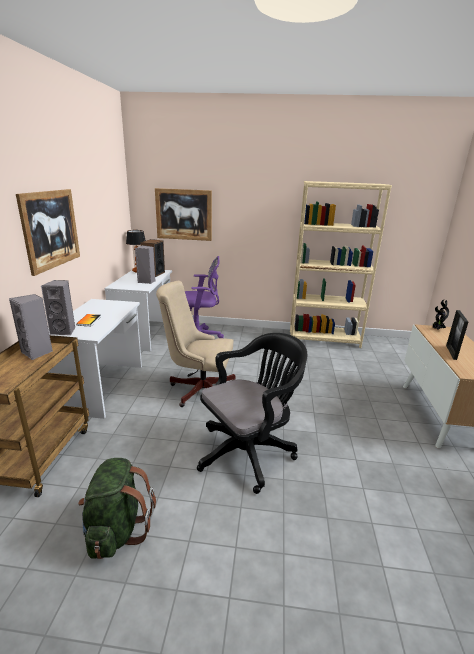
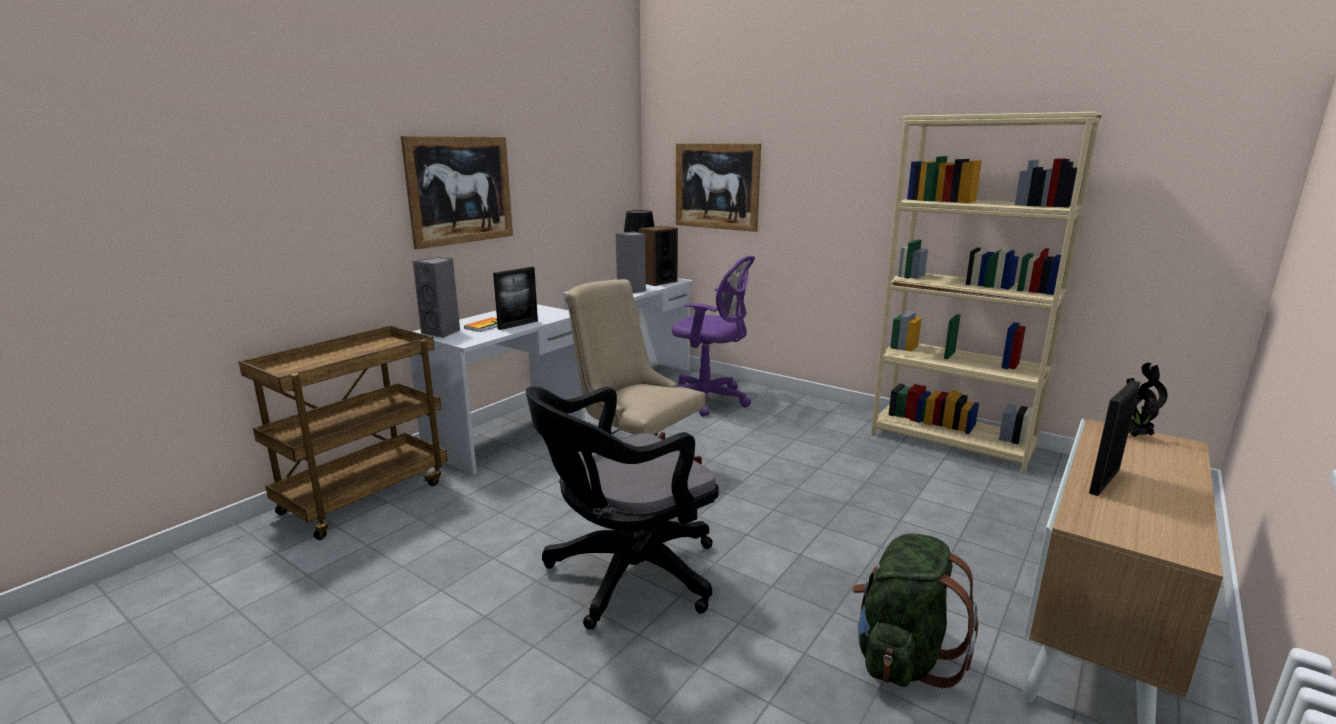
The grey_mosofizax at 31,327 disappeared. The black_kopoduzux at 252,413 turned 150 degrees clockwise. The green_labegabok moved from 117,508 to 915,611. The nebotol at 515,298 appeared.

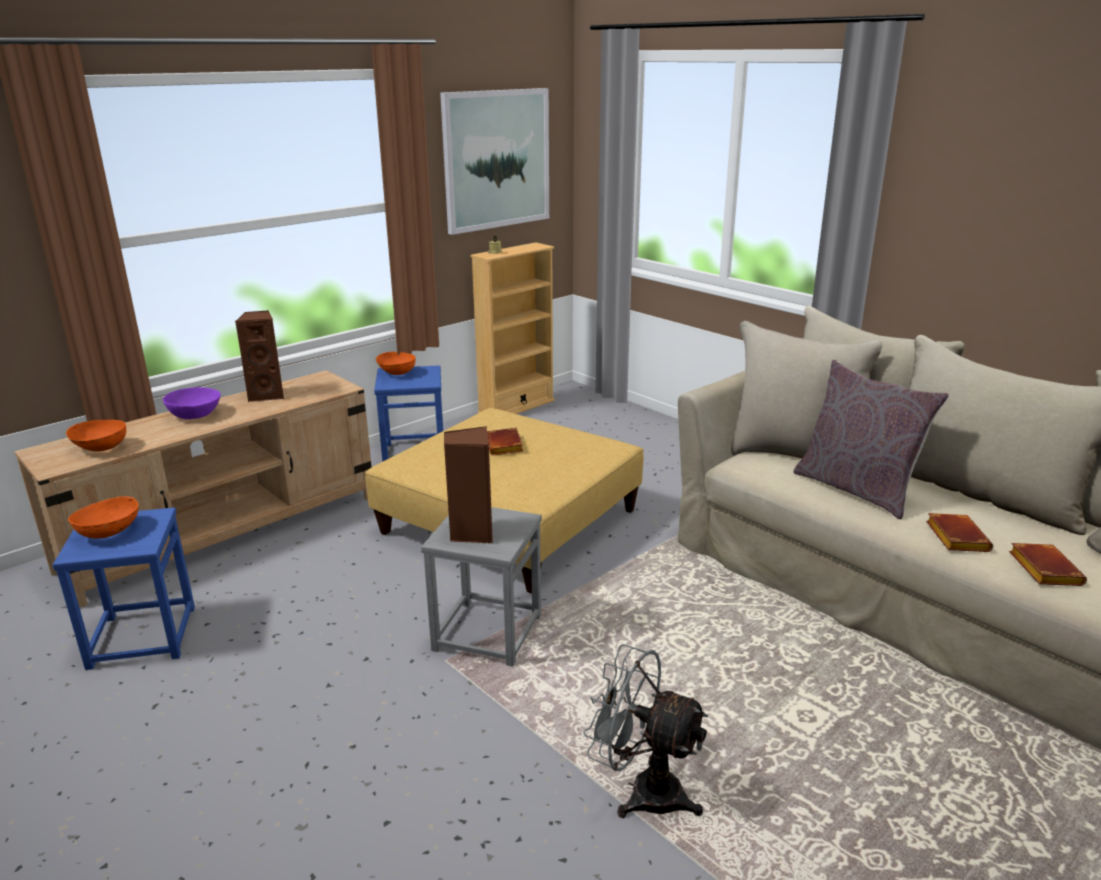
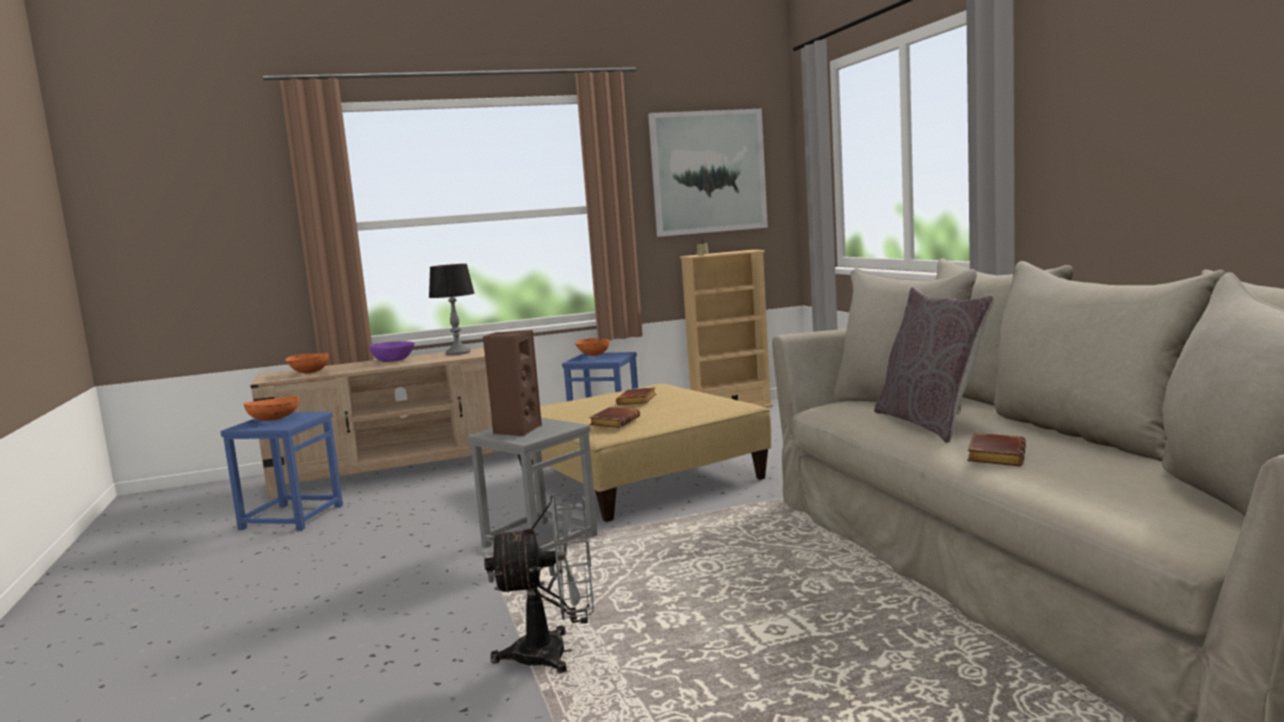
The brown_mosofizax at 259,356 was replaced by the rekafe at 452,309. The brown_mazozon moved from 1048,564 to 614,417. The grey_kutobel at 646,731 turned 120 degrees clockwise.

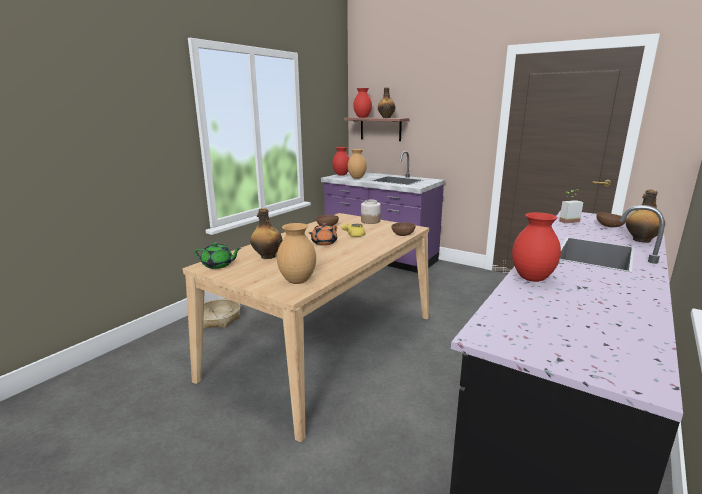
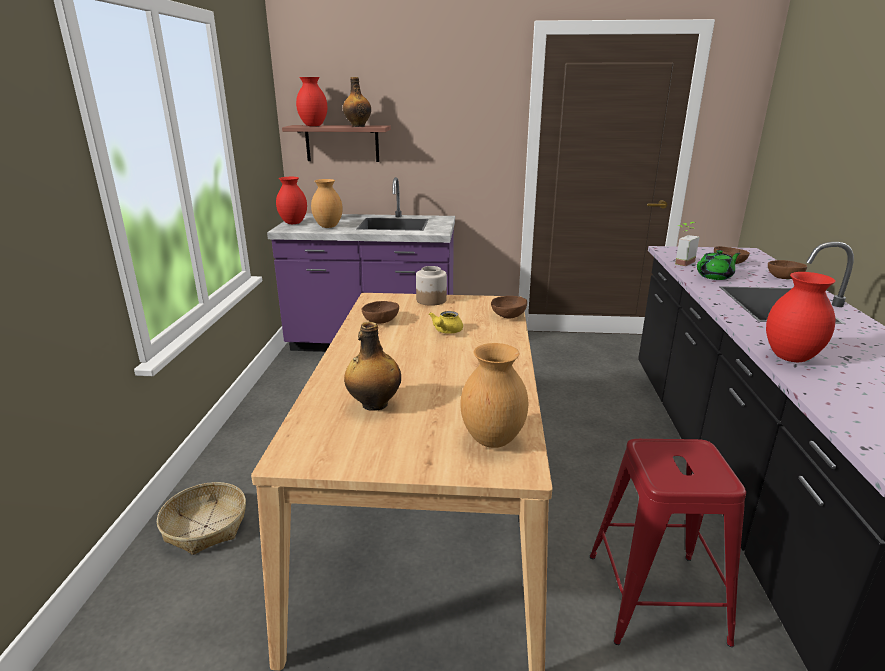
The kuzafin at 645,216 was replaced by the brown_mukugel at 787,269. The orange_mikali at 323,234 disappeared. The green_mikali moved from 217,255 to 718,265. The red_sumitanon at 668,543 appeared.

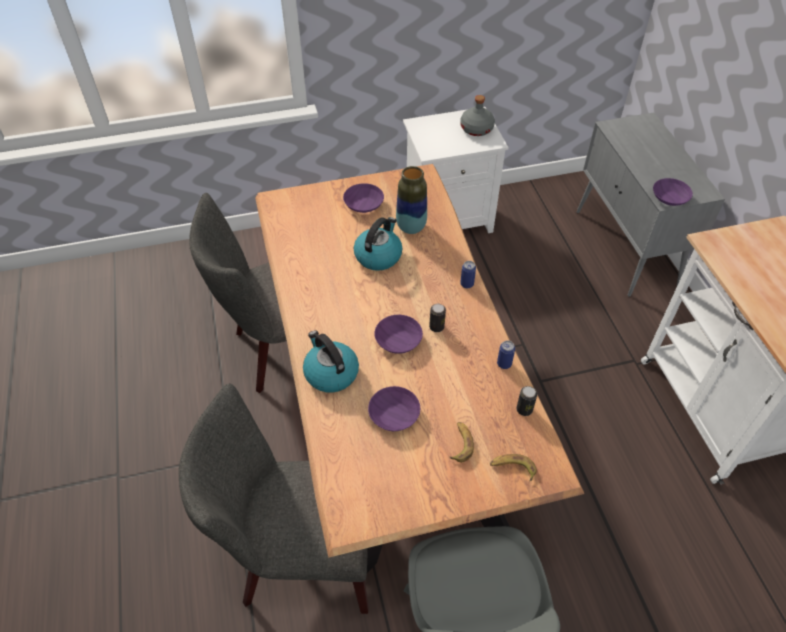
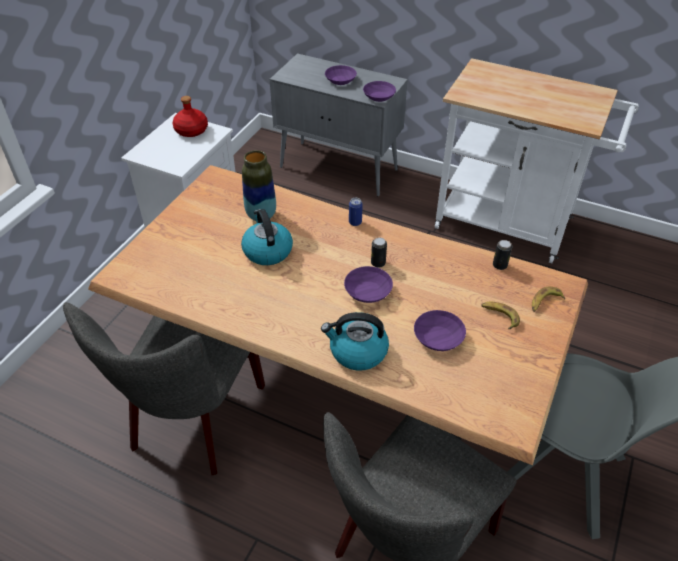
The grey_kuzafin at 477,115 became the red_kuzafin at 190,116. The purple_mukugel moved from 363,198 to 341,75. The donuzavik at 506,354 disappeared.

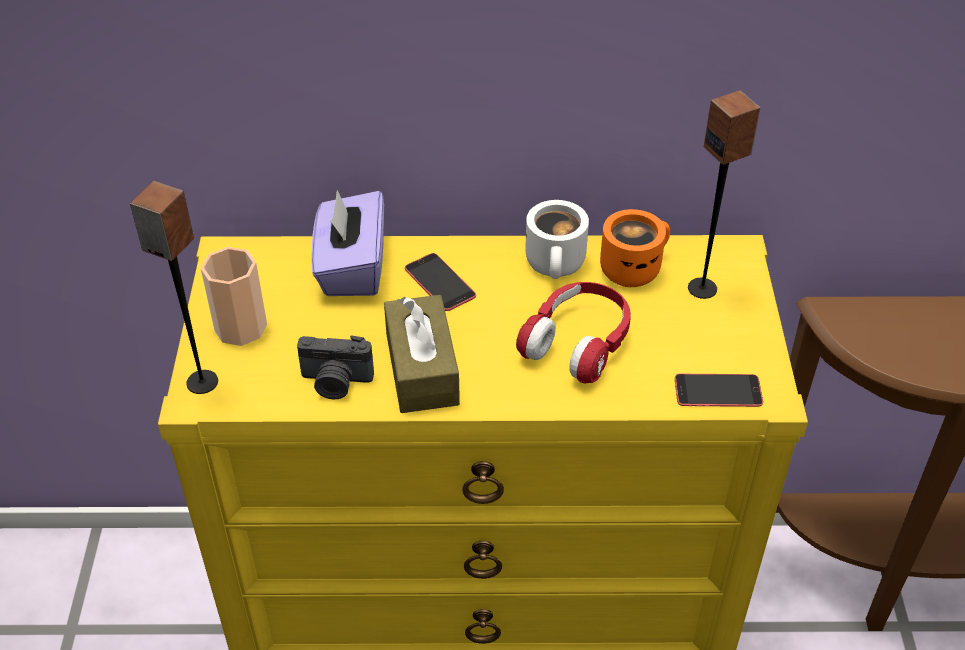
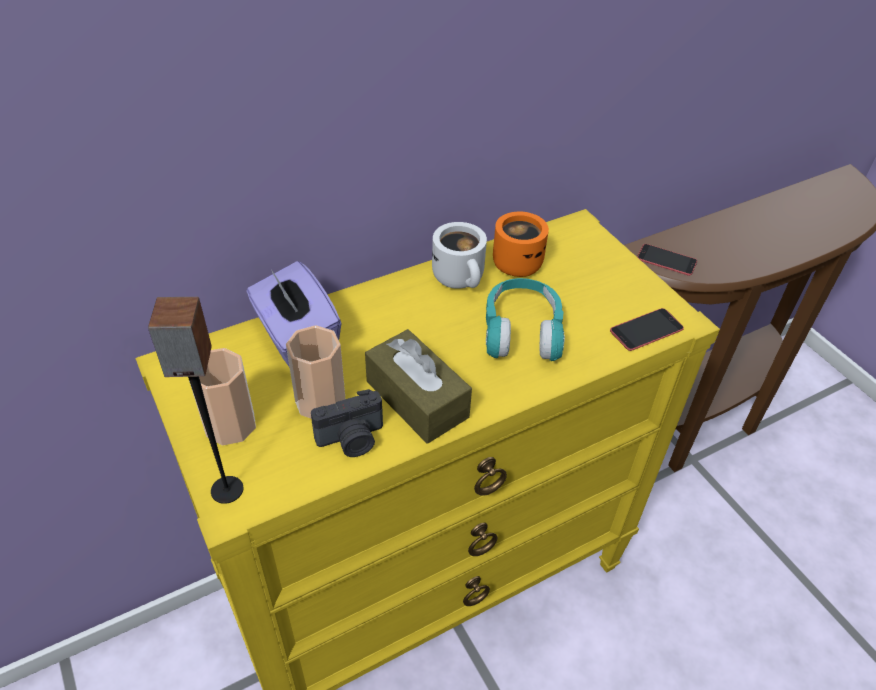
The mosofizax at 724,194 disappeared. The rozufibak moved from 440,282 to 667,260. The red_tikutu at 573,332 became the turquoise_tikutu at 525,319. The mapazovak at 315,372 appeared.

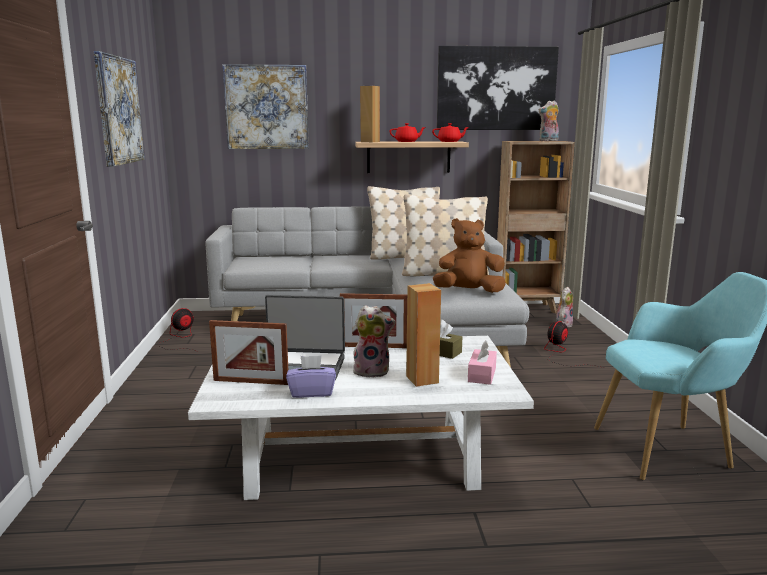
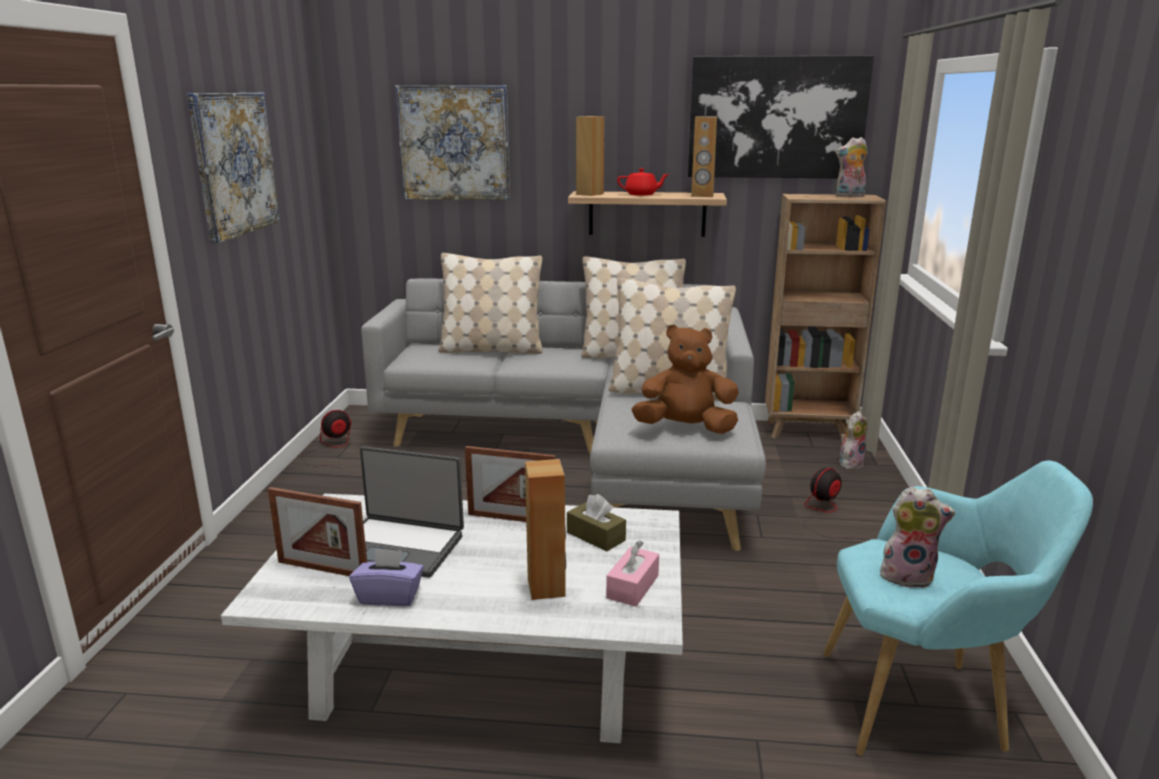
The red_mikali at 450,132 was replaced by the brown_mosofizax at 704,156. The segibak moved from 374,341 to 917,537. The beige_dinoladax at 490,303 appeared.

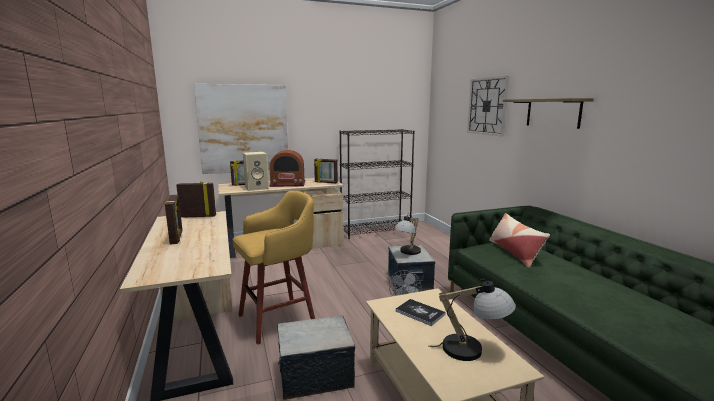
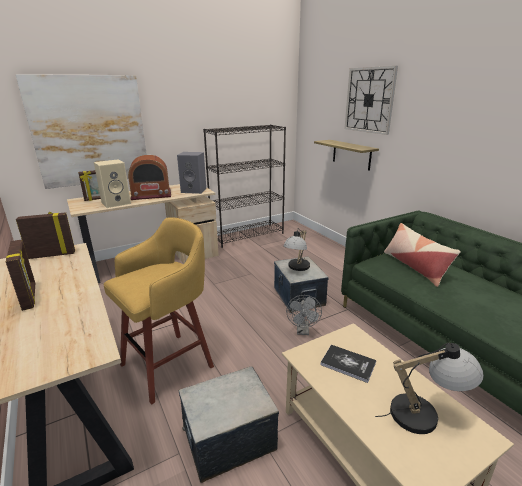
The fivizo moved from 548,113 to 346,155. The nebotol at 326,170 was replaced by the grey_mosofizax at 191,173.

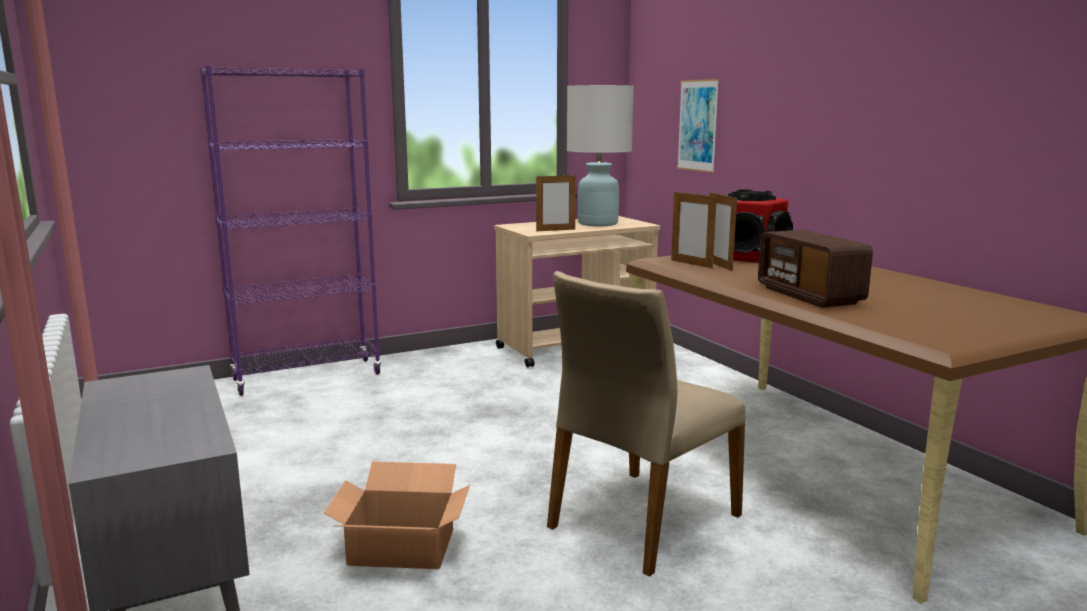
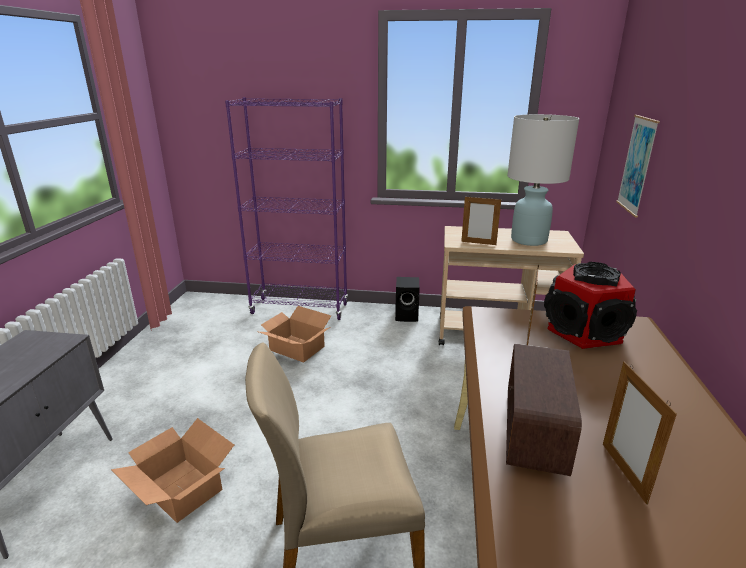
The nebotol moved from 694,229 to 640,433. The black_mosofizax at 407,299 appeared. The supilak at 295,334 appeared.

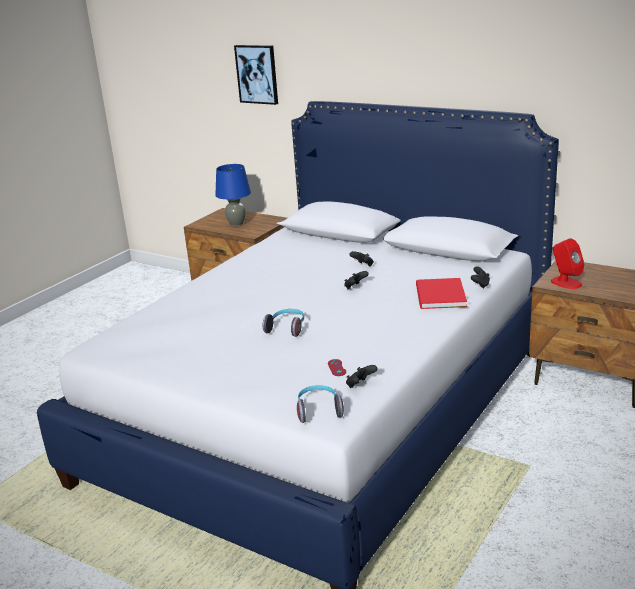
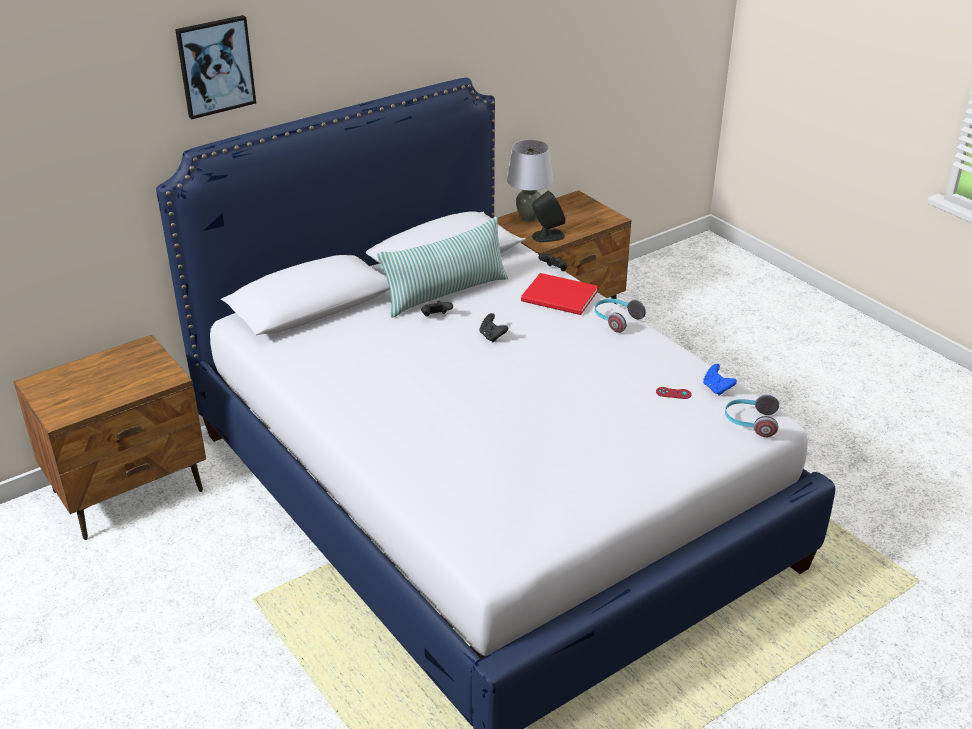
The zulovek moved from 256,75 to 215,67. The blue_rekafe at 233,195 disappeared. The red_mosofizax at 567,264 became the black_mosofizax at 548,216. The tikutu moved from 283,323 to 620,316. The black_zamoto at 361,376 became the blue_zamoto at 720,380. The grey_rekafe at 530,181 appeared. The dinoladax at 442,267 appeared.

